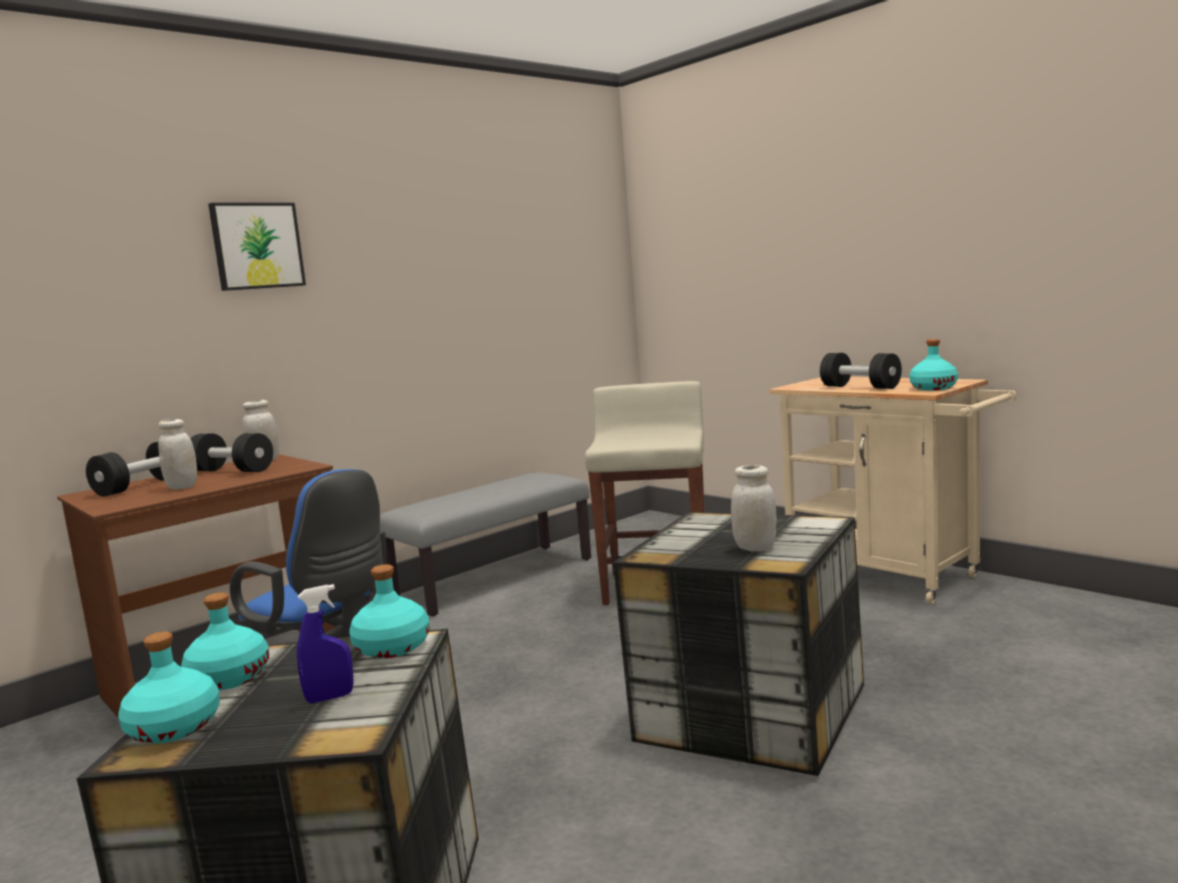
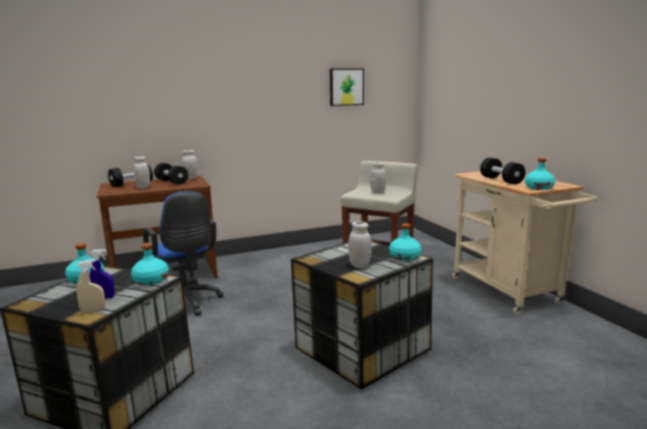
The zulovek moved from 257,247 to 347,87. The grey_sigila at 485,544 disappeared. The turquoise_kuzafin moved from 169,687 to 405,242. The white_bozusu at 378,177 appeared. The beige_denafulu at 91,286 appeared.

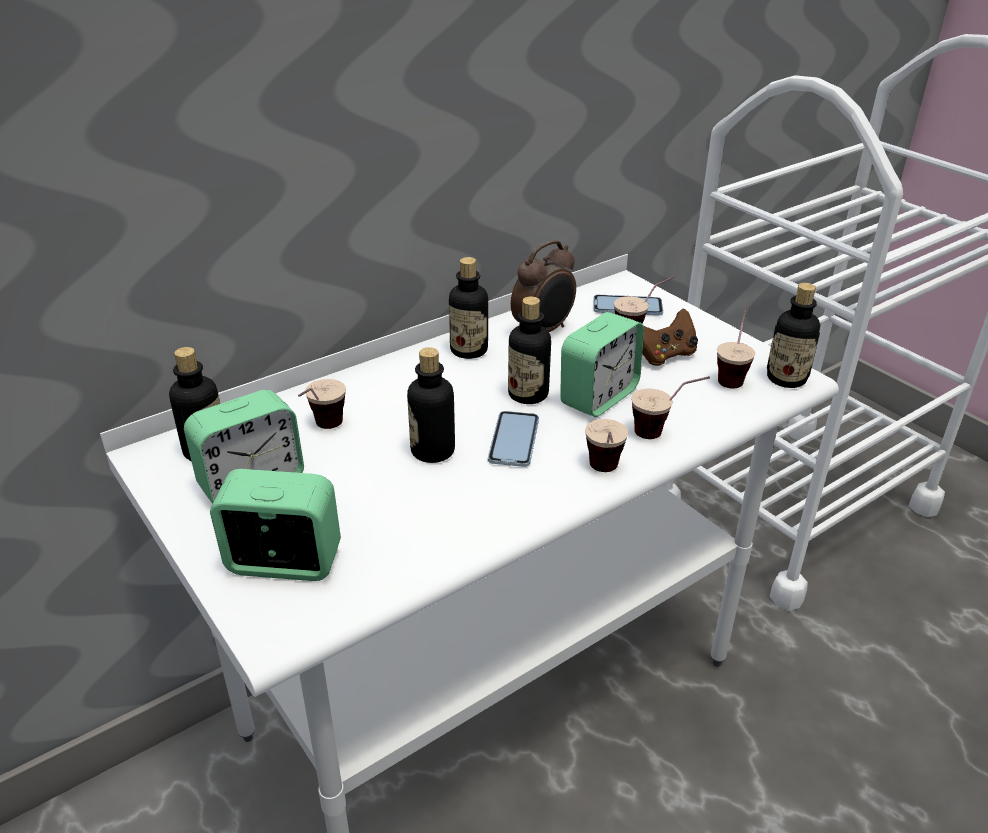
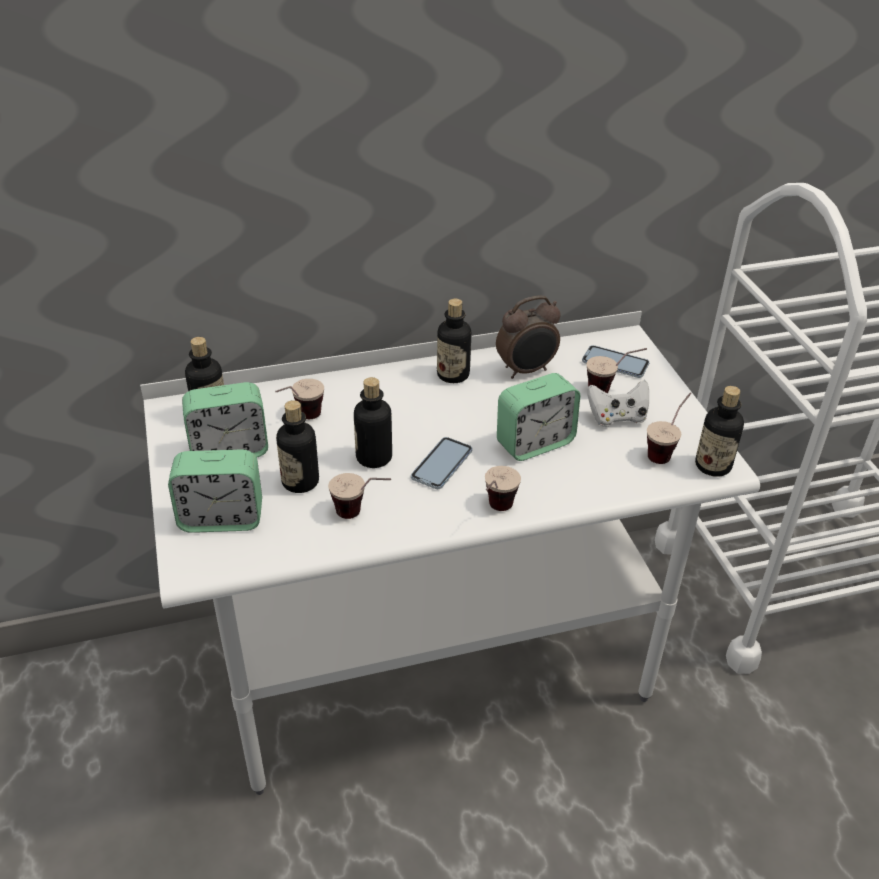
The kuzafin moved from 529,350 to 297,446. The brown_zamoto at 670,337 became the white_zamoto at 618,403. The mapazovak moved from 670,407 to 359,496. The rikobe at 275,525 turned 150 degrees clockwise.

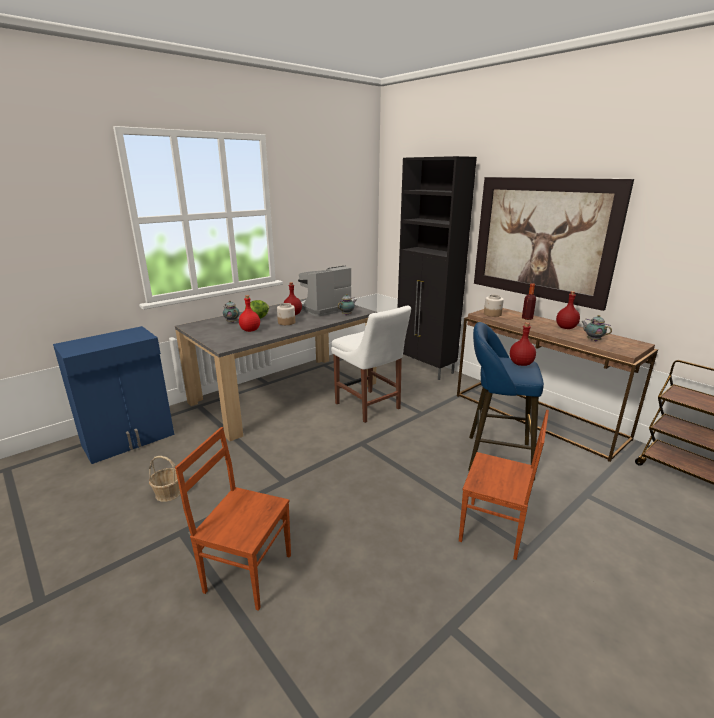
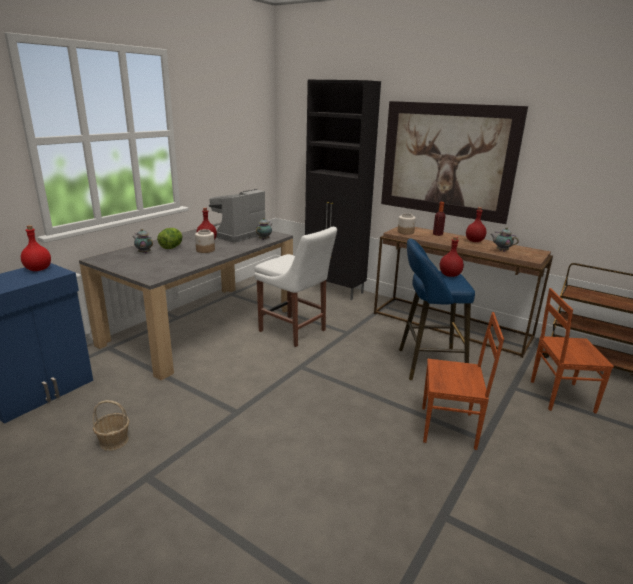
The red_kuzafin moved from 249,313 to 36,248. The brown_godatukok moved from 233,519 to 572,350.

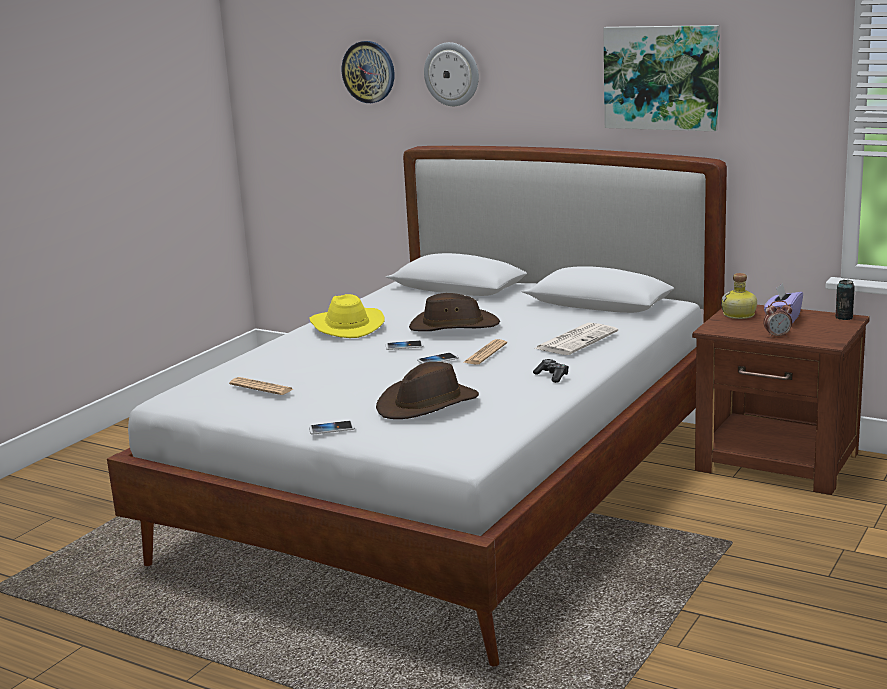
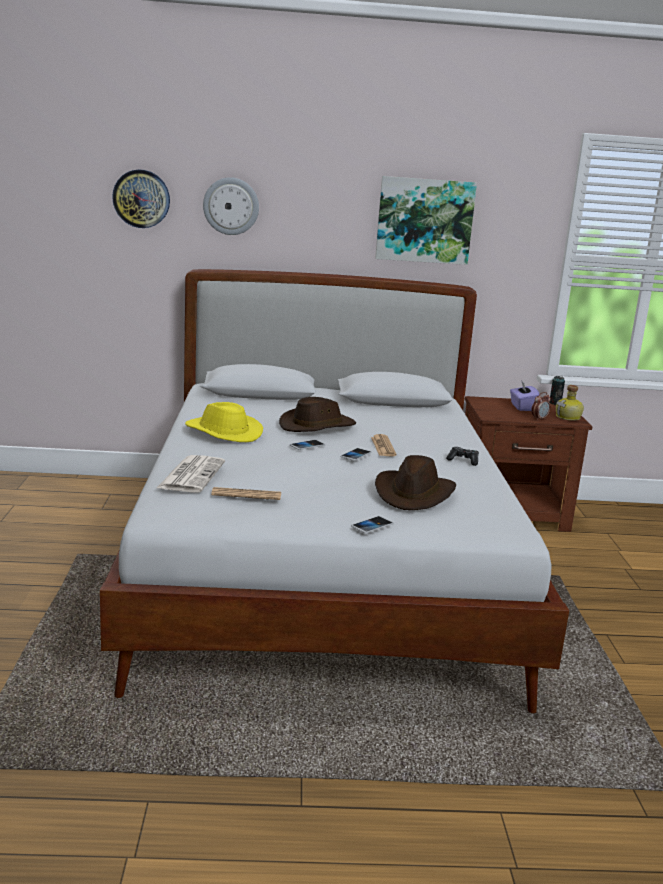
The kuzafin moved from 739,296 to 570,403. The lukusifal moved from 576,339 to 191,474.

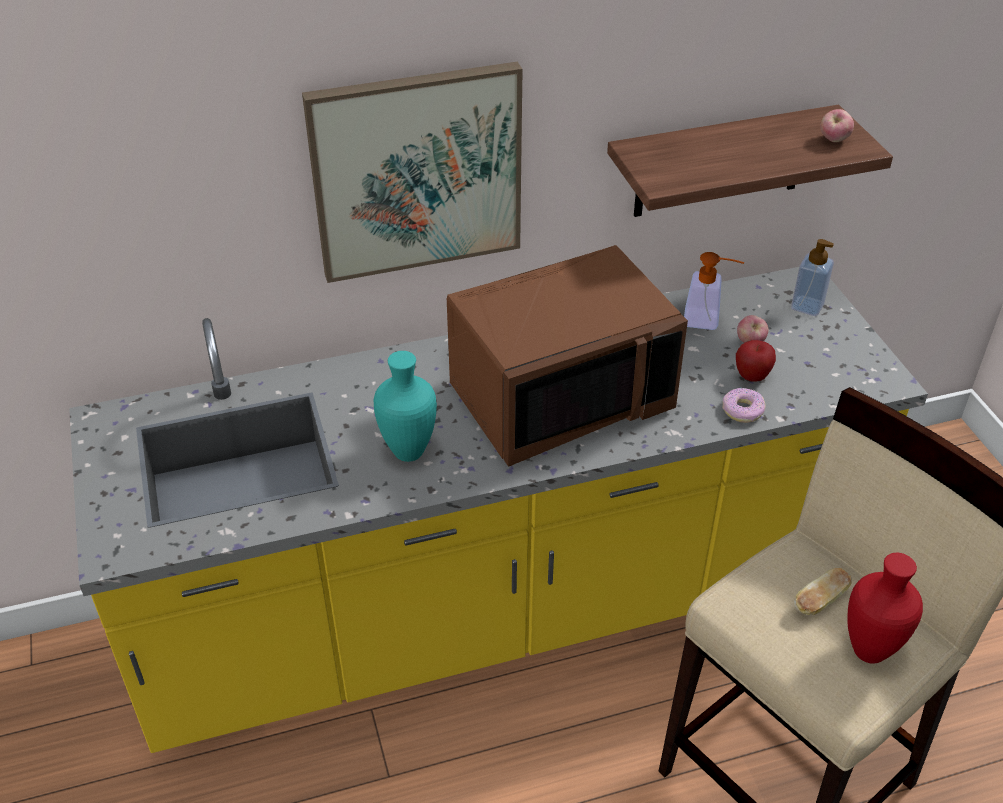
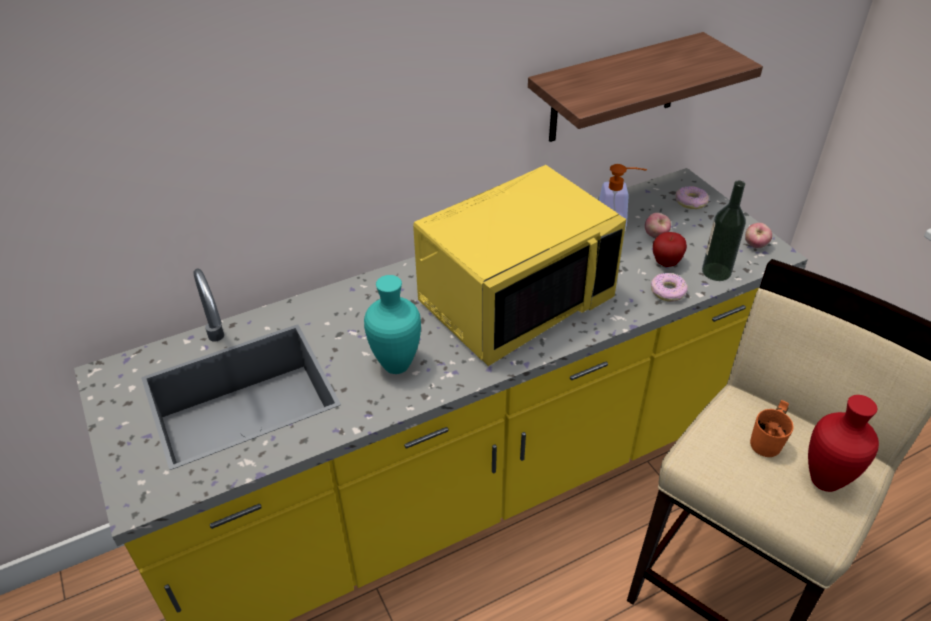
The zulovek at 412,172 disappeared. The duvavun moved from 837,125 to 758,235. The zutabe at 812,277 was replaced by the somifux at 692,197. The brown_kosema at 567,356 became the yellow_kosema at 519,265. The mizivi at 823,591 was replaced by the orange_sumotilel at 772,428. The kuzafin at 724,231 appeared.

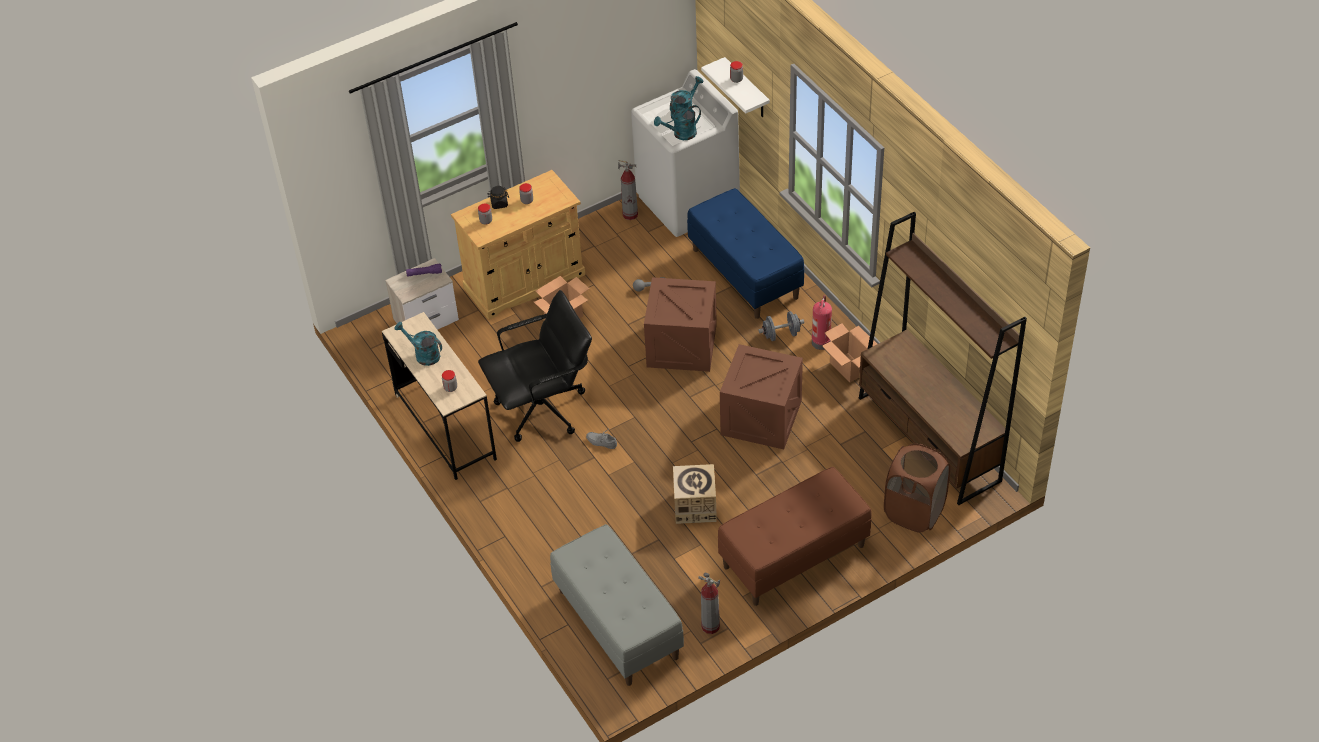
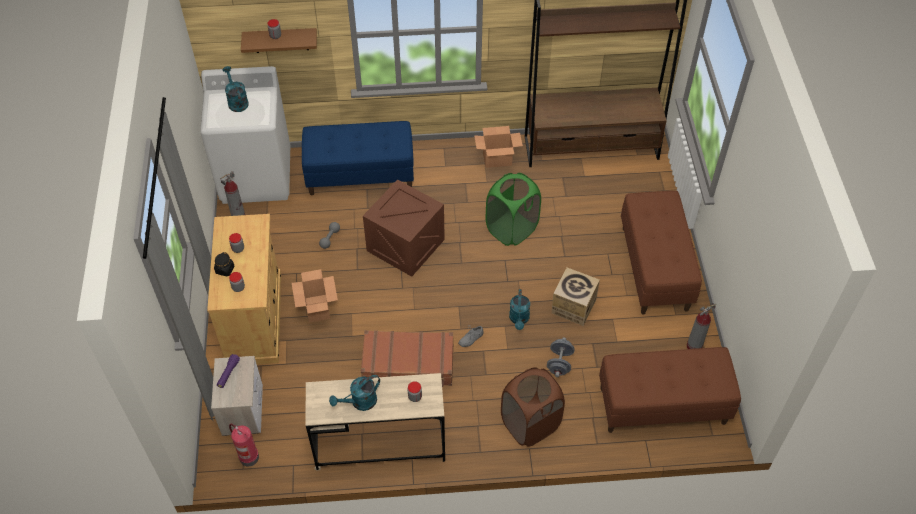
The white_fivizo at 735,87 became the brown_fivizo at 279,40. The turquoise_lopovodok moved from 677,122 to 519,309. The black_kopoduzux at 535,366 was replaced by the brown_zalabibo at 407,358. The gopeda moved from 822,322 to 244,445. The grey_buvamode moved from 781,326 to 561,357. The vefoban at 761,396 was replaced by the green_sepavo at 513,209. The brown_sepavo moved from 917,488 to 533,407. The grey_sigila at 617,605 became the brown_sigila at 670,390.

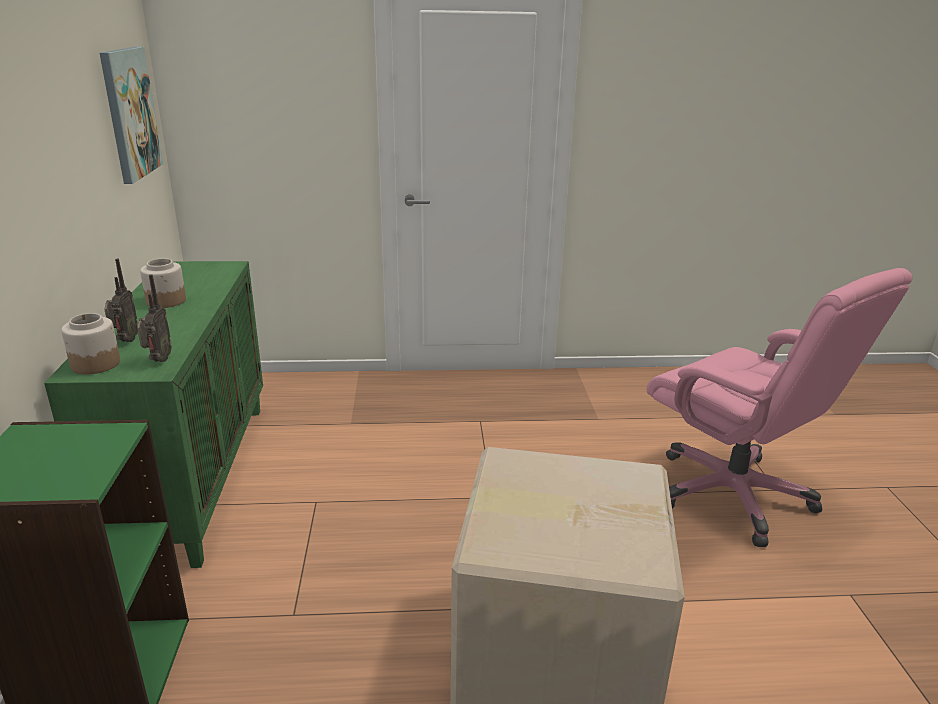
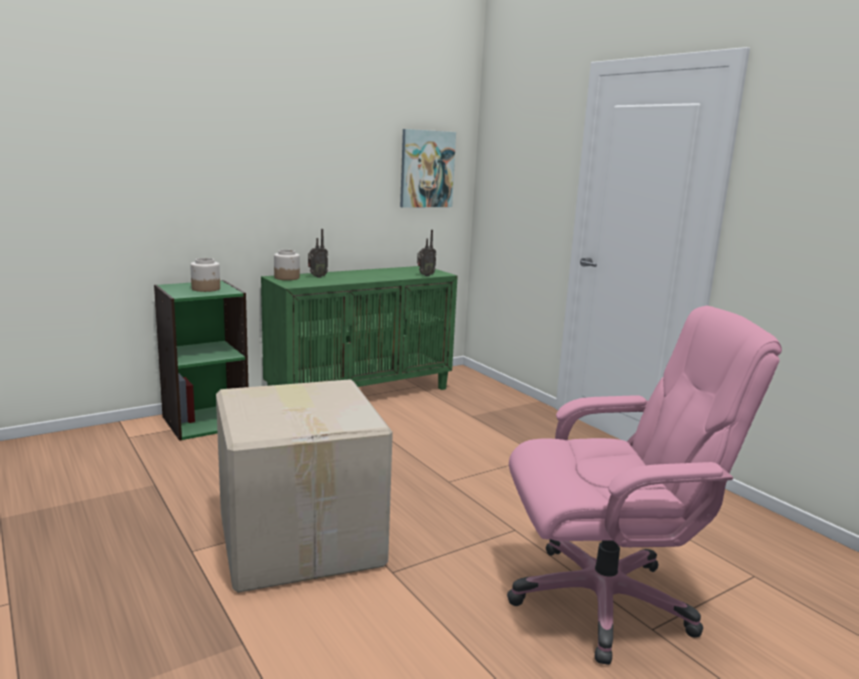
The bozusu moved from 163,283 to 205,275. The pink_kopoduzux at 779,407 turned 120 degrees counterclockwise. The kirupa moved from 154,318 to 426,253.

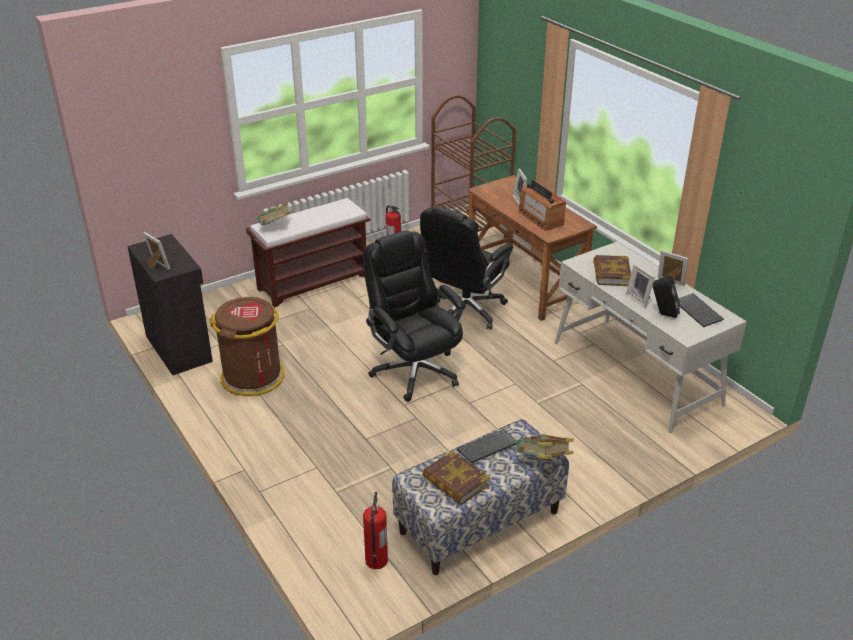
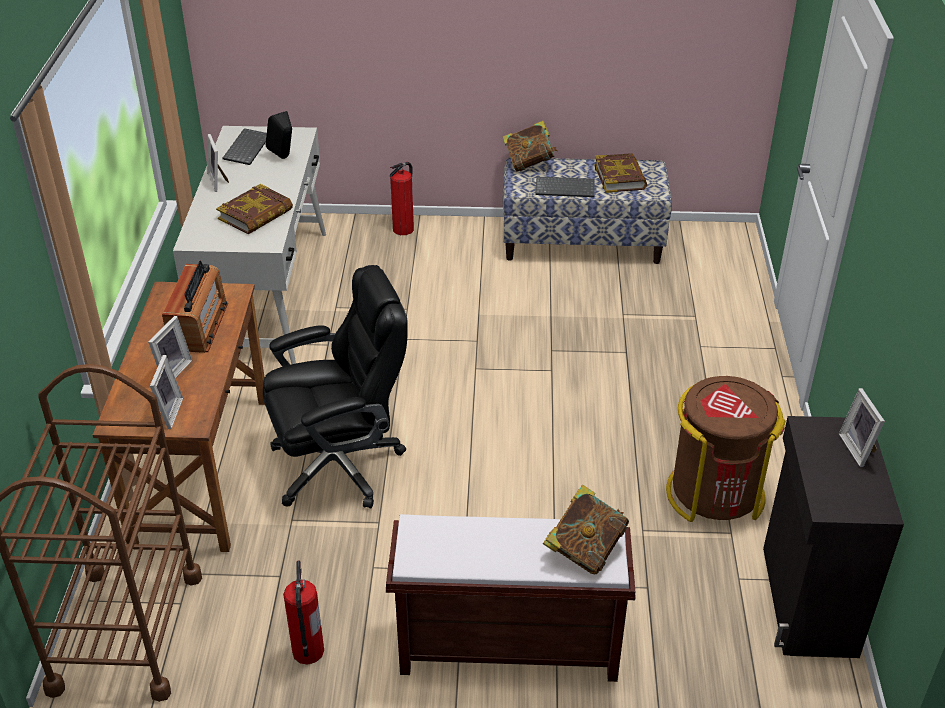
The black_kopoduzux at 414,316 disappeared. The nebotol moved from 640,286 to 166,392. The gopeda moved from 375,530 to 402,198.

